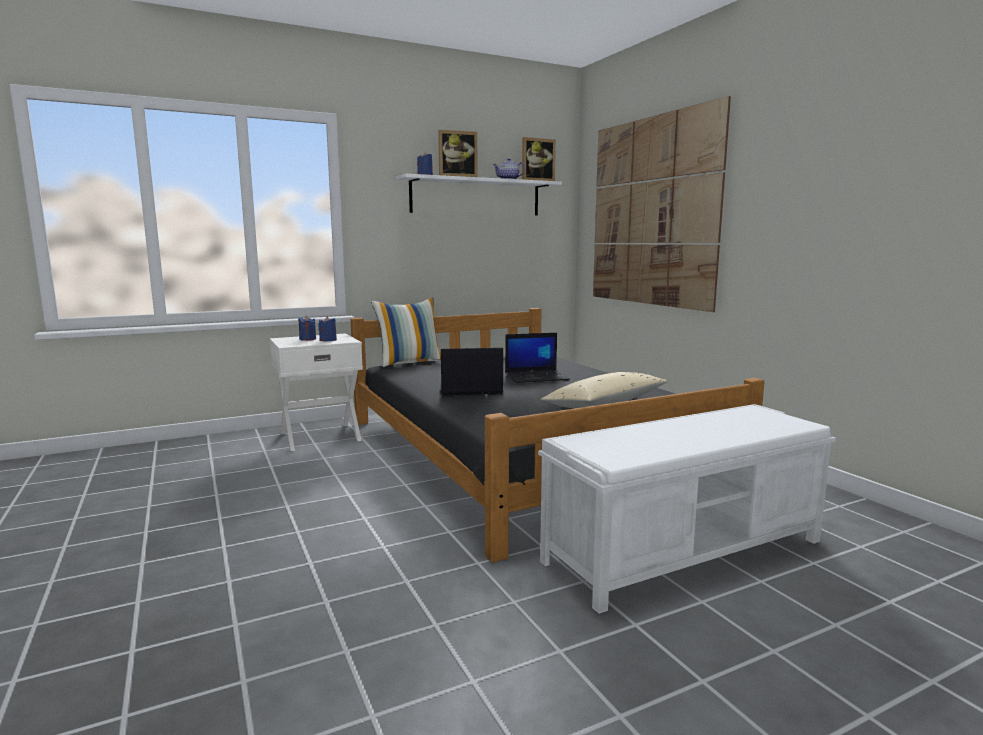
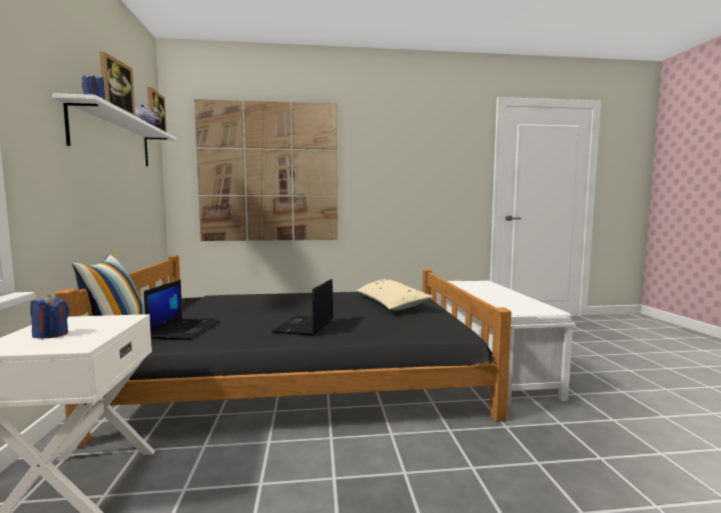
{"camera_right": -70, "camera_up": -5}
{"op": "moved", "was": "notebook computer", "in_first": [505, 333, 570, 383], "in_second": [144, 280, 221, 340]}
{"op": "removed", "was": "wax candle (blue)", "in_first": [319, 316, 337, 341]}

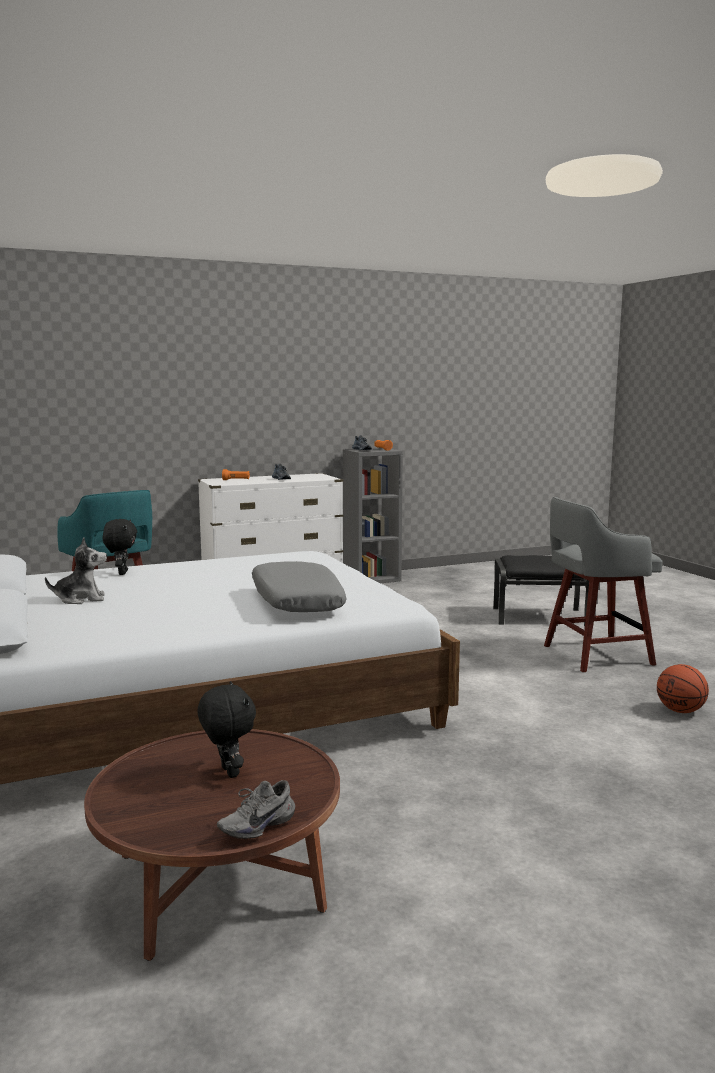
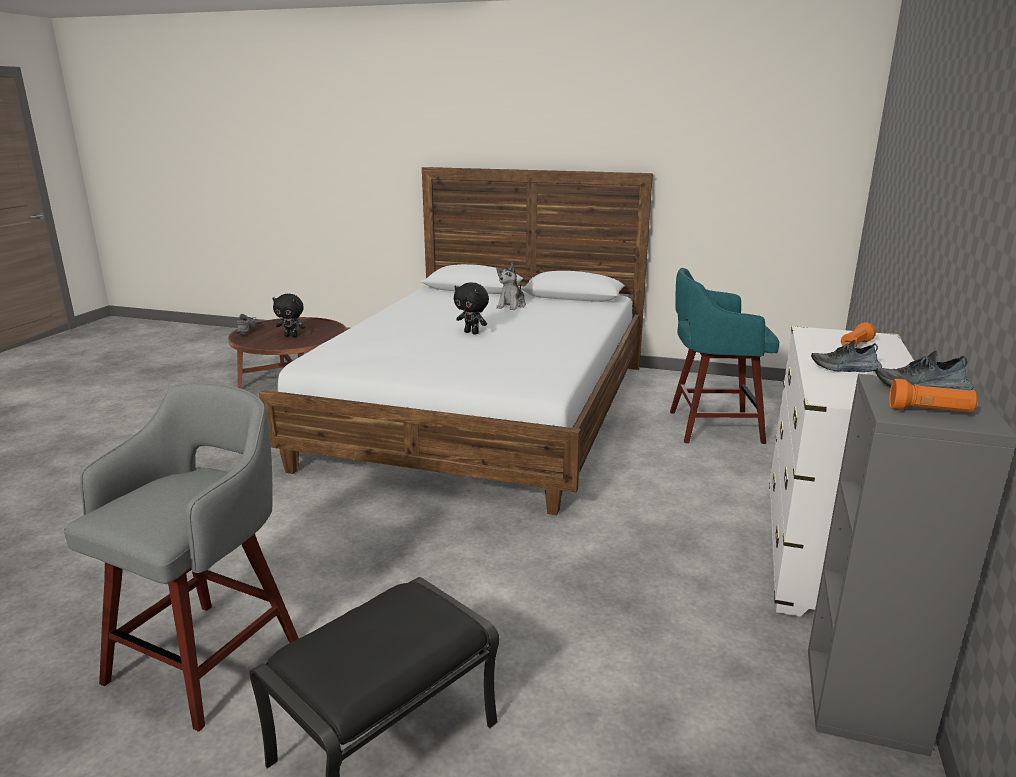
{"camera_right": 130, "camera_up": 10}
{"op": "moved", "was": "cuddly toy (black)", "in_first": [103, 519, 137, 575], "in_second": [454, 282, 489, 335]}
{"op": "removed", "was": "pillow (grey)", "in_first": [252, 561, 346, 612]}
{"op": "removed", "was": "ball for basketball", "in_first": [657, 664, 709, 713]}

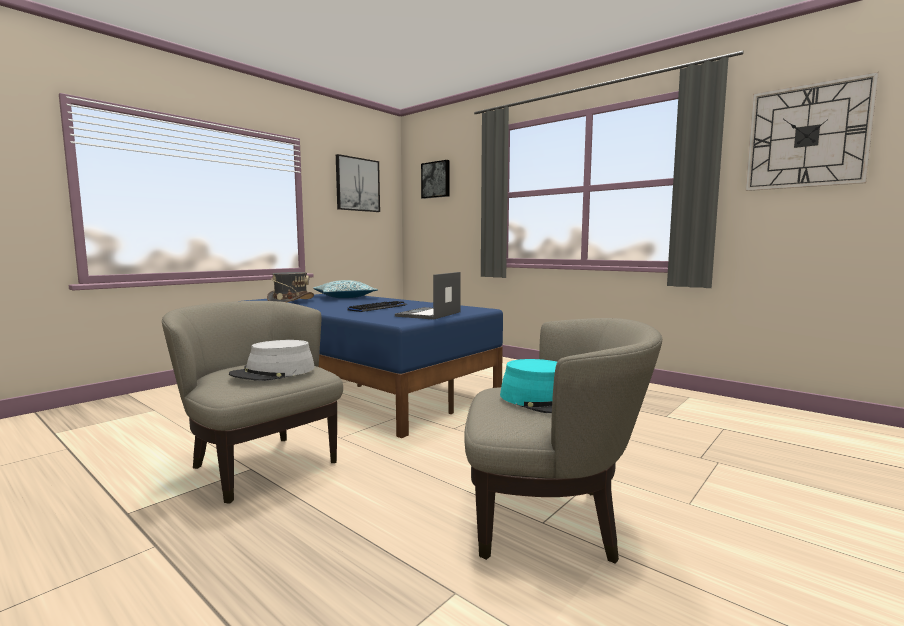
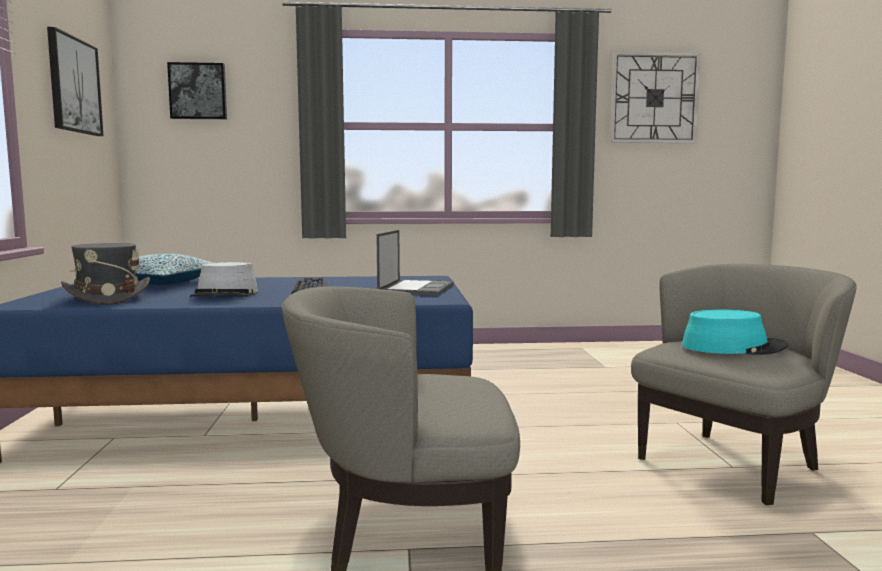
{"camera_right": -45, "camera_up": 0}
{"op": "moved", "was": "hat (grey)", "in_first": [229, 340, 315, 381], "in_second": [190, 262, 258, 297]}
{"op": "turned", "was": "notebook computer", "in_first": [395, 272, 461, 319], "in_second": [376, 230, 454, 296], "clockwise": -150}

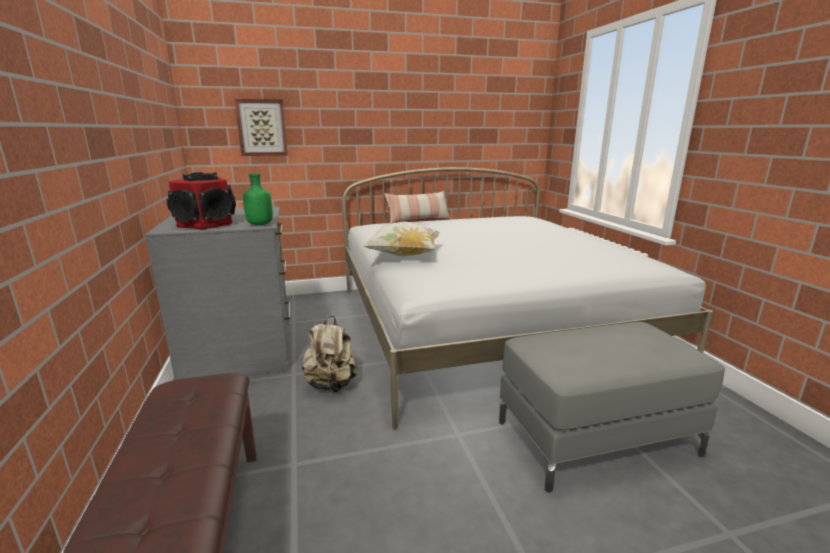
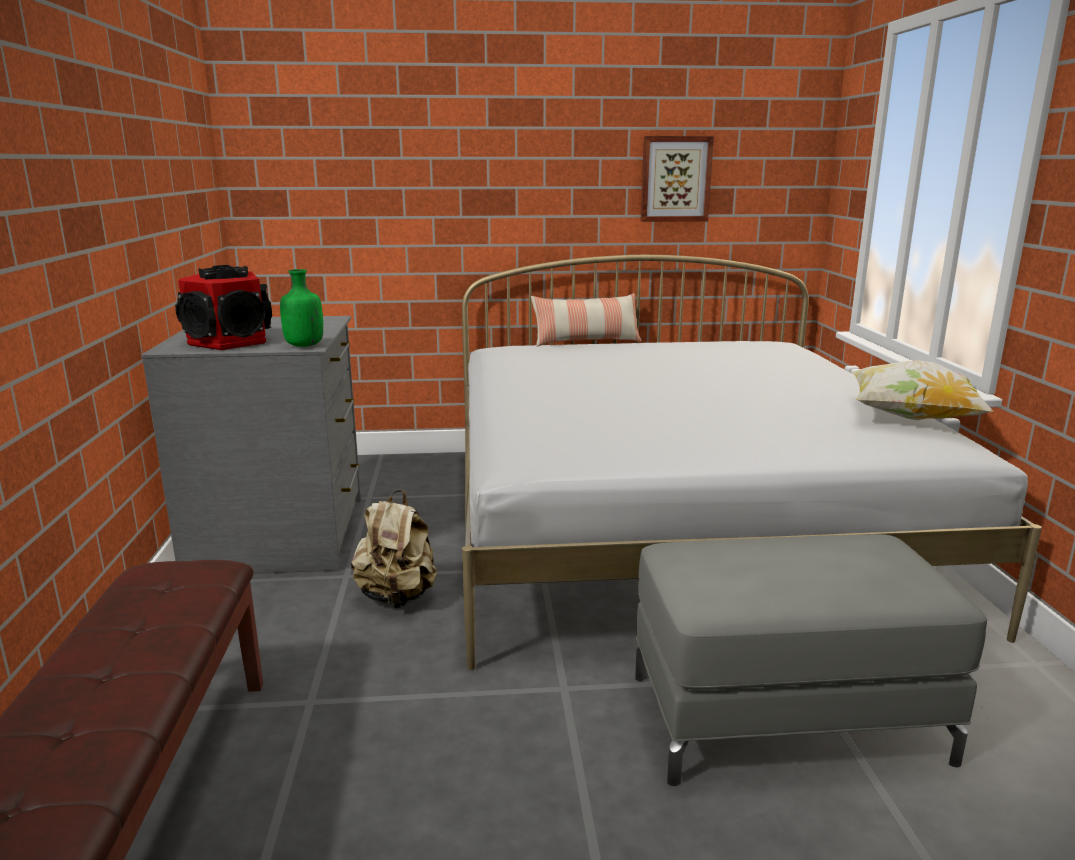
{"camera_right": 10, "camera_up": 0}
{"op": "moved", "was": "picture", "in_first": [235, 99, 288, 156], "in_second": [641, 136, 714, 222]}
{"op": "moved", "was": "pillow", "in_first": [362, 221, 441, 257], "in_second": [852, 360, 994, 420]}

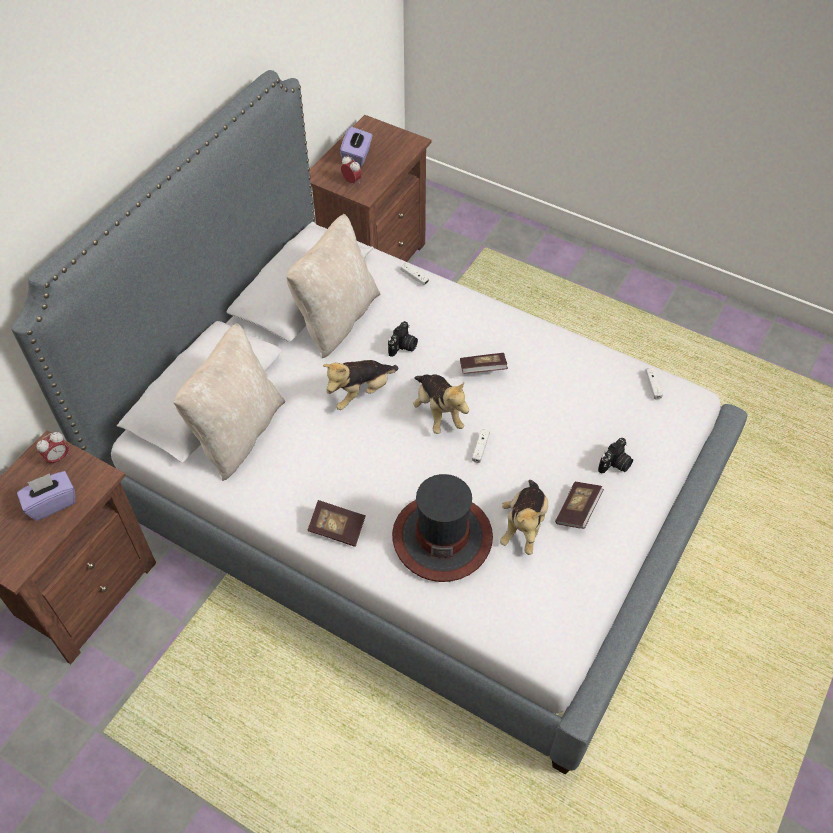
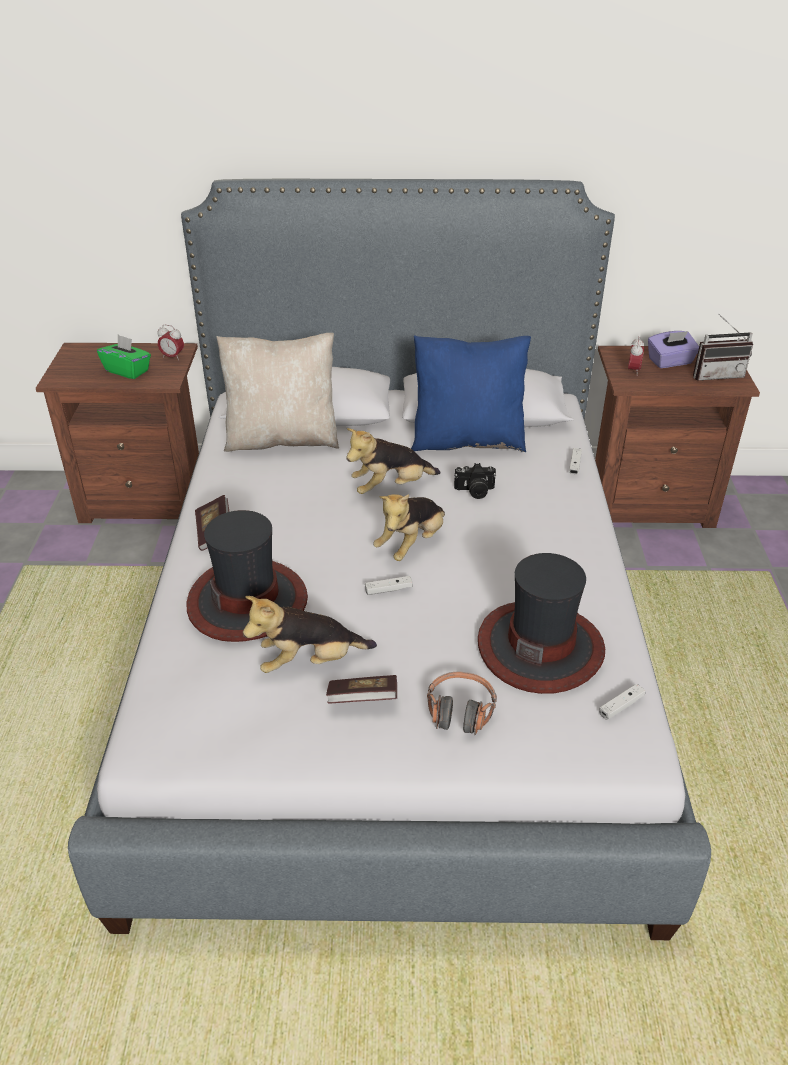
{"camera_right": 60, "camera_up": -15}
{"op": "recoloured", "was": "box of tissues (purplish)", "now": "box of tissues (green-coloured)", "in_first": [17, 471, 75, 521], "in_second": [97, 335, 151, 379]}
{"op": "turned", "was": "cuddly toy", "in_first": [323, 360, 398, 410], "in_second": [346, 428, 440, 494], "clockwise": -45}
{"op": "recoloured", "was": "pillow (beige)", "now": "pillow (blue)", "in_first": [287, 214, 380, 358], "in_second": [411, 335, 531, 452]}
{"op": "replaced", "was": "still camera", "now": "pair of headphones", "in_first": [598, 438, 633, 474], "in_second": [427, 672, 497, 735]}
{"op": "added", "now": "hat", "in_second": [478, 553, 605, 694]}
{"op": "added", "now": "radio set", "in_second": [693, 313, 753, 381]}
{"op": "removed", "was": "volume", "in_first": [460, 353, 508, 374]}

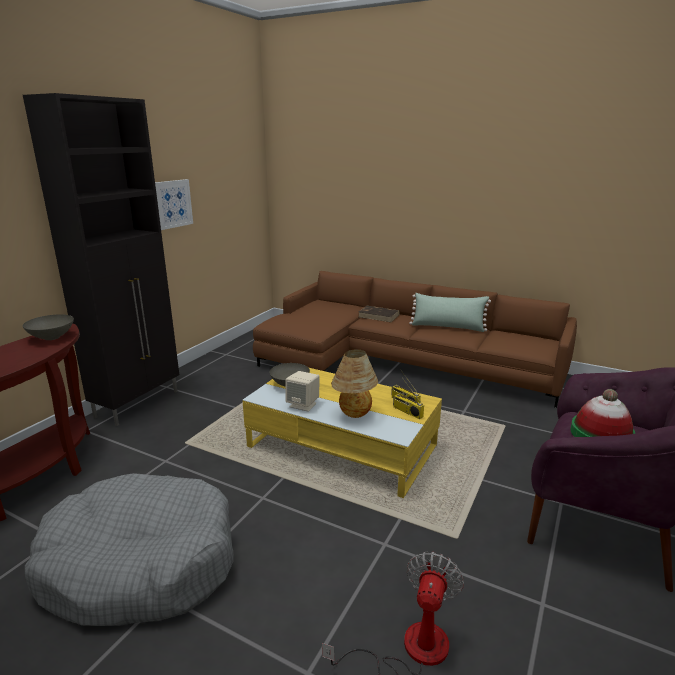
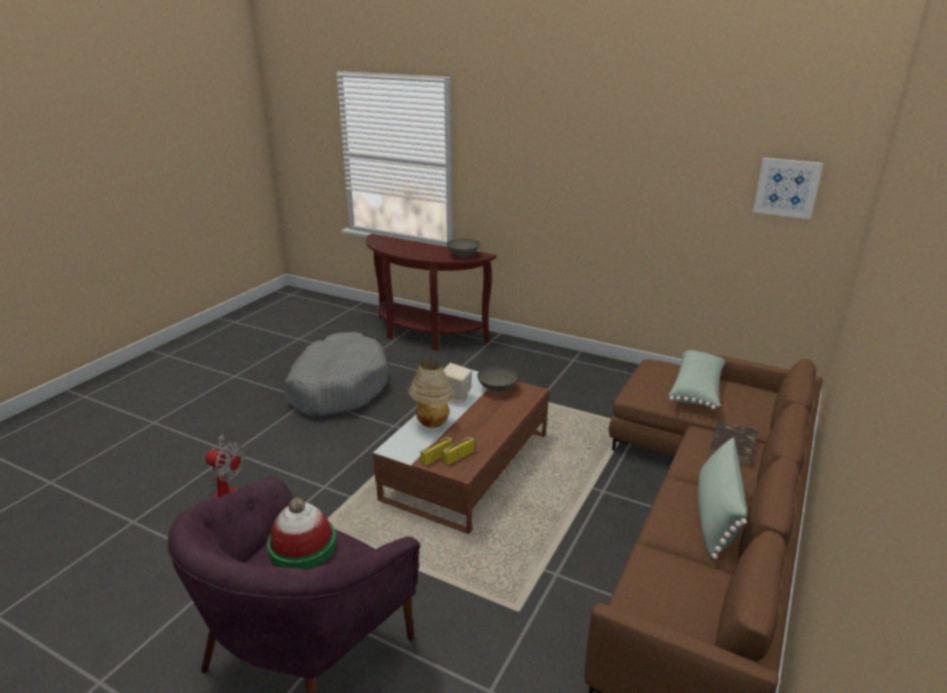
{"camera_right": 90, "camera_up": 5}
{"op": "recoloured", "was": "coffee table (yellowish)", "now": "coffee table (brown-coloured)", "in_first": [242, 368, 442, 498], "in_second": [373, 370, 549, 534]}
{"op": "added", "now": "pillow (green-coloured)", "in_second": [669, 350, 725, 410]}
{"op": "moved", "was": "picture", "in_first": [155, 179, 193, 230], "in_second": [753, 158, 823, 219]}
{"op": "removed", "was": "storage cabinet (black)", "in_first": [23, 93, 179, 426]}

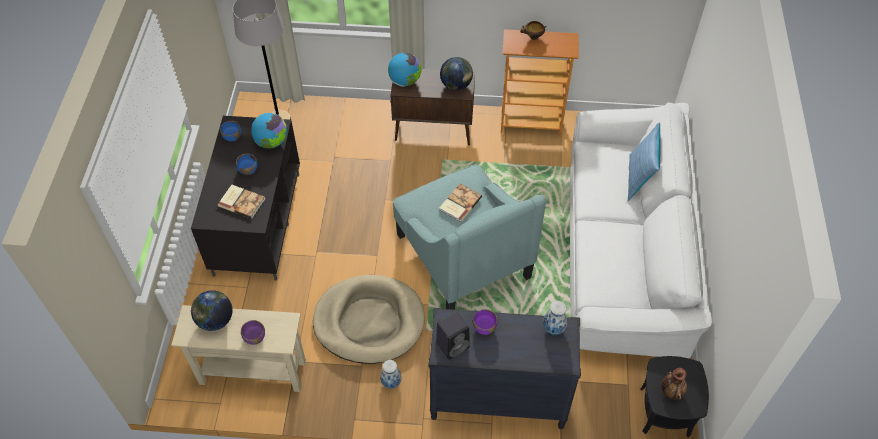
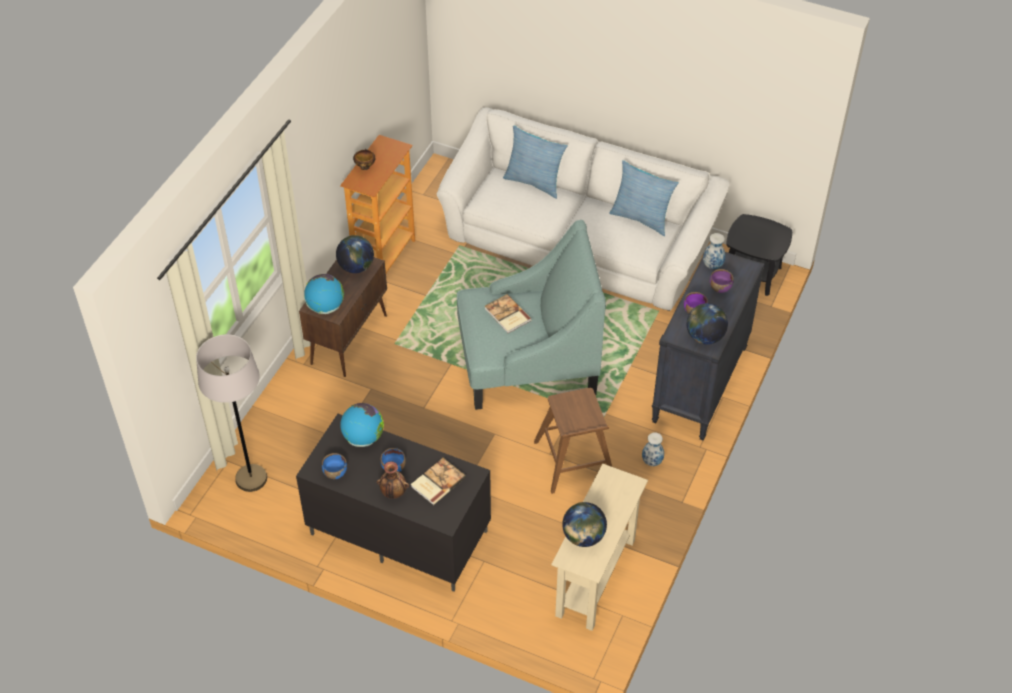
{"camera_right": -70, "camera_up": -5}
{"op": "moved", "was": "decorative vase", "in_first": [661, 368, 687, 400], "in_second": [377, 461, 409, 499]}
{"op": "replaced", "was": "dog cushion (beige)", "now": "sitting stool (brown-coloured)", "in_first": [313, 275, 425, 364], "in_second": [534, 388, 612, 494]}
{"op": "added", "now": "pillow", "in_second": [609, 160, 679, 236]}
{"op": "replaced", "was": "loudspeaker (black)", "now": "desk globe", "in_first": [436, 312, 470, 360], "in_second": [686, 303, 728, 345]}
{"op": "moved", "was": "deep dish (purplish)", "in_first": [241, 320, 265, 345], "in_second": [710, 269, 734, 293]}

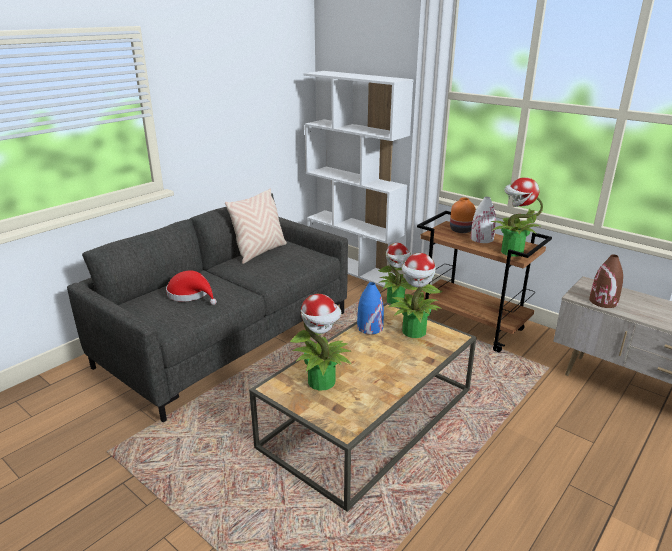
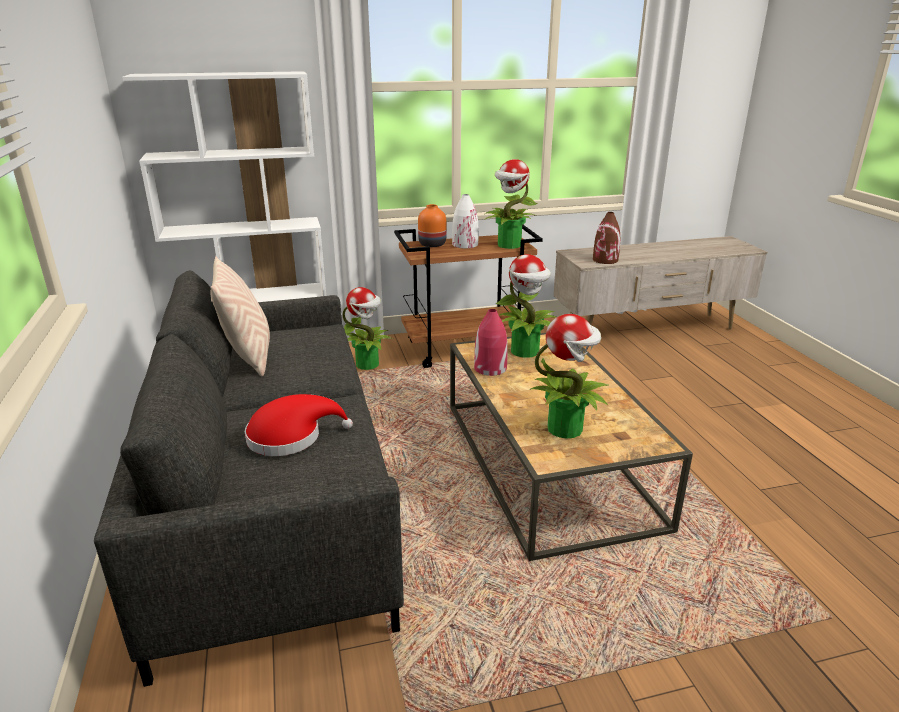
{"camera_right": -55, "camera_up": 0}
{"op": "recoloured", "was": "decorative vase (blue)", "now": "decorative vase (red)", "in_first": [357, 282, 384, 334], "in_second": [474, 309, 508, 376]}

